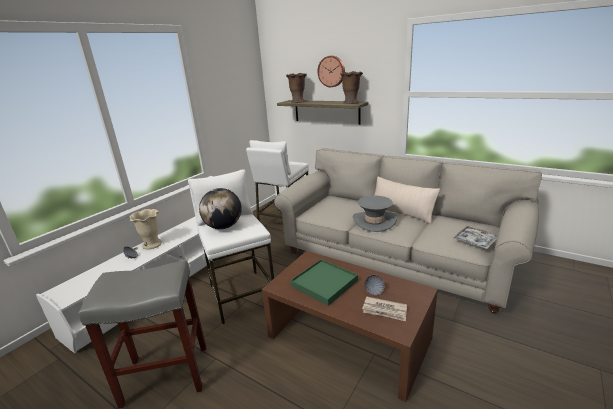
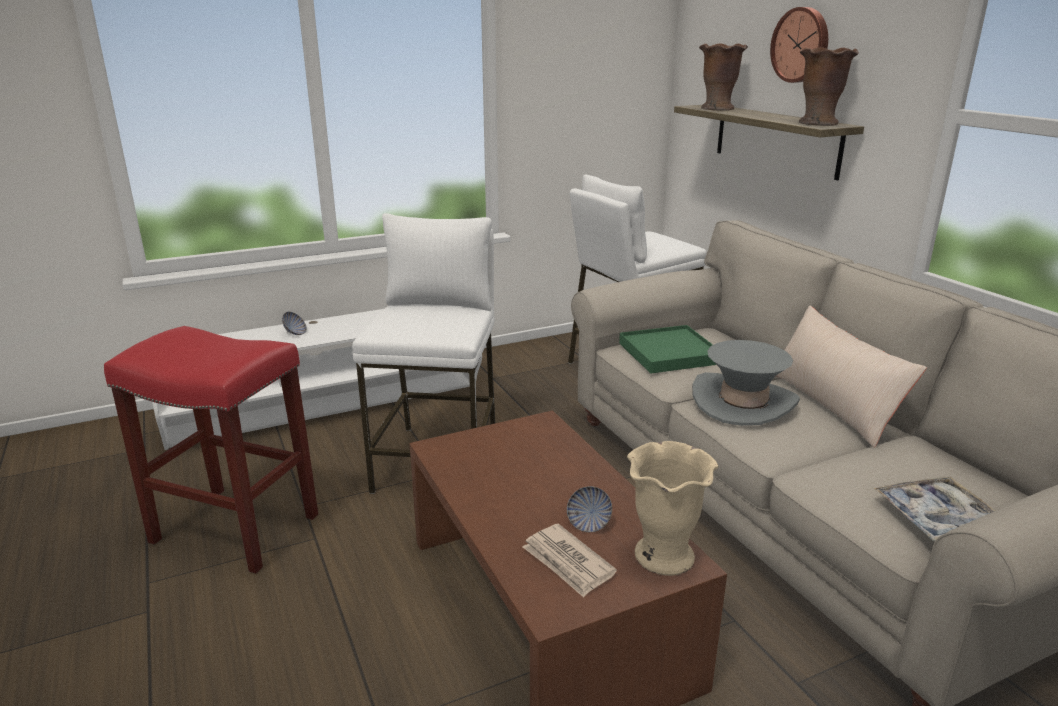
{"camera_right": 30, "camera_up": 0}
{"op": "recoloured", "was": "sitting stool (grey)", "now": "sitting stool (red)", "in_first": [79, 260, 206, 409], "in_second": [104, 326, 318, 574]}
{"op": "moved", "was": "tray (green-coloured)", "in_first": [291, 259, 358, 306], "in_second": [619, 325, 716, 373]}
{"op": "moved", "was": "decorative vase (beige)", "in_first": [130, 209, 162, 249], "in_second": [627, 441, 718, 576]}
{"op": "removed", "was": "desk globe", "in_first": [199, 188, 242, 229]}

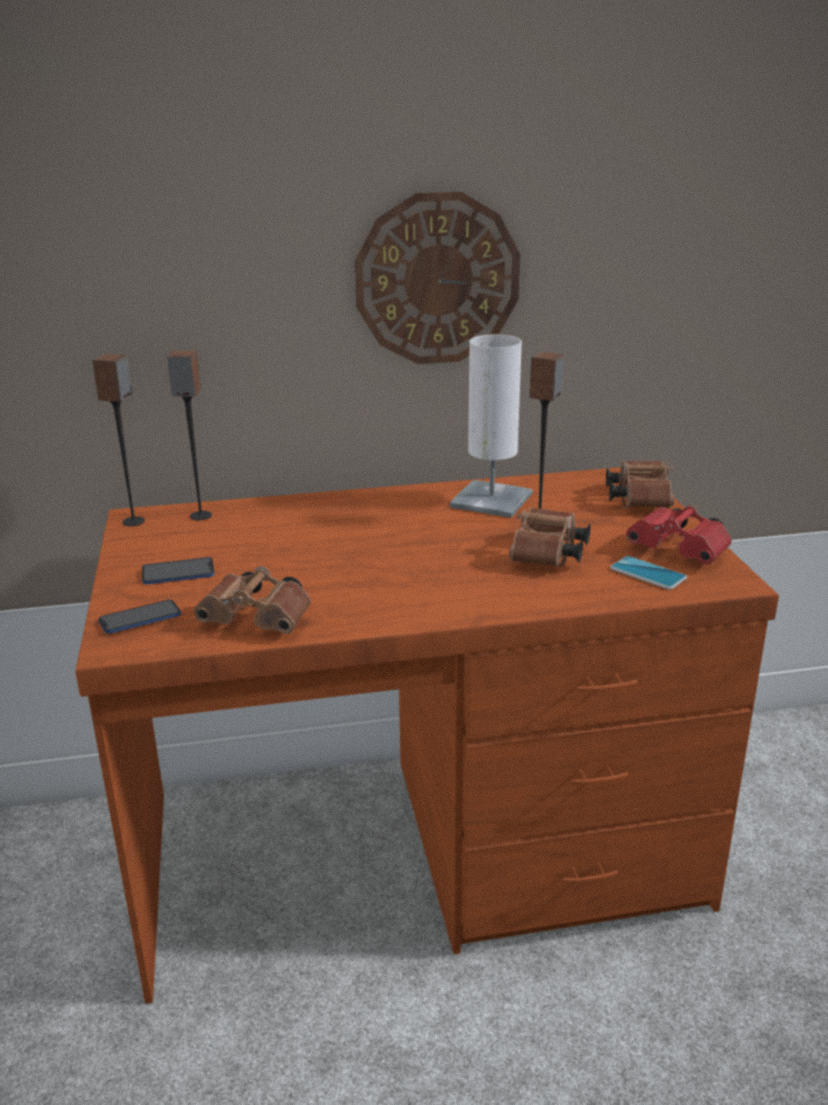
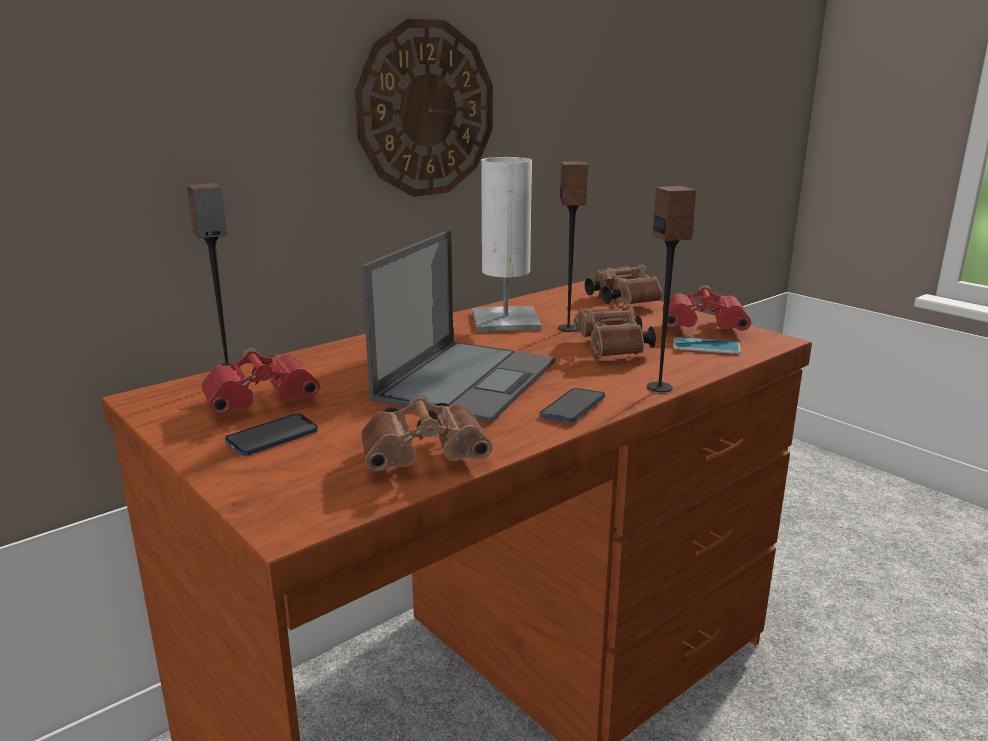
{"camera_right": -30, "camera_up": -5}
{"op": "added", "now": "field glasses (red)", "in_second": [201, 348, 320, 414]}
{"op": "added", "now": "notebook computer", "in_second": [362, 230, 555, 423]}
{"op": "moved", "was": "telephone", "in_first": [98, 600, 181, 634], "in_second": [540, 388, 605, 422]}
{"op": "moved", "was": "loudspeaker", "in_first": [92, 354, 145, 526], "in_second": [647, 186, 697, 392]}

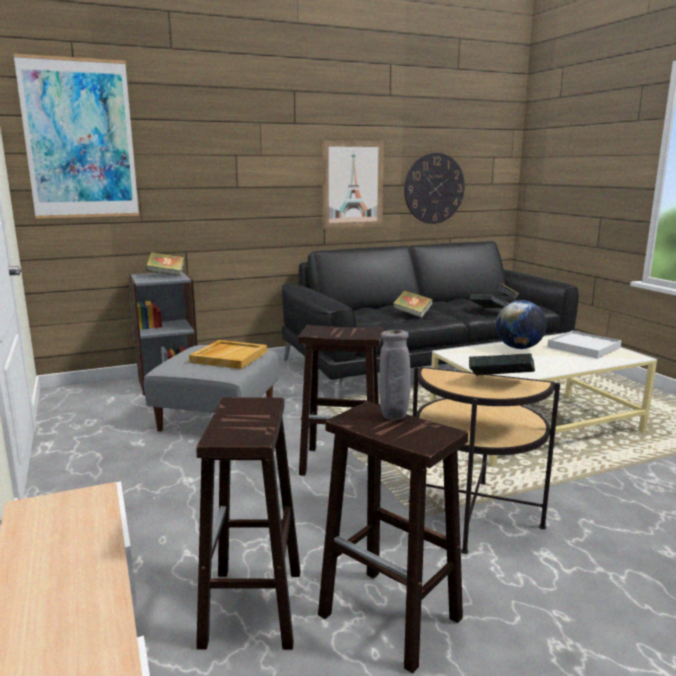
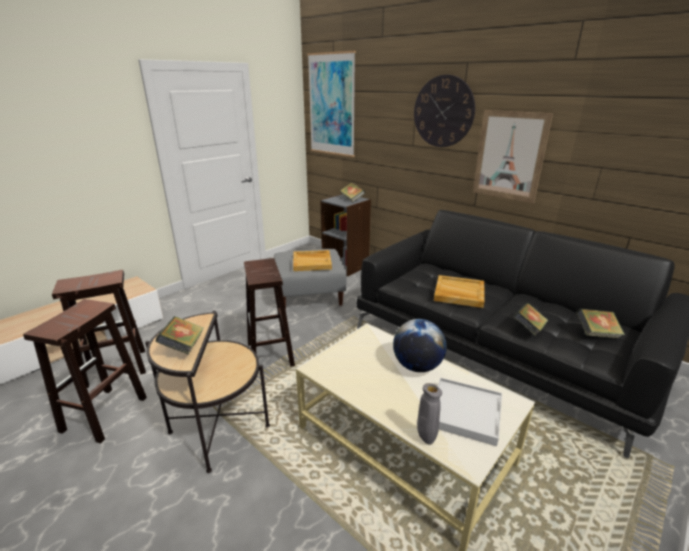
{"camera_right": 65, "camera_up": 10}
{"op": "moved", "was": "clock on the wall", "in_first": [404, 153, 465, 224], "in_second": [414, 75, 475, 147]}
{"op": "moved", "was": "decorative vase (grey)", "in_first": [379, 330, 411, 420], "in_second": [417, 383, 442, 444]}
{"op": "replaced", "was": "volume", "now": "tray (beige)", "in_first": [393, 290, 433, 318], "in_second": [434, 275, 485, 308]}

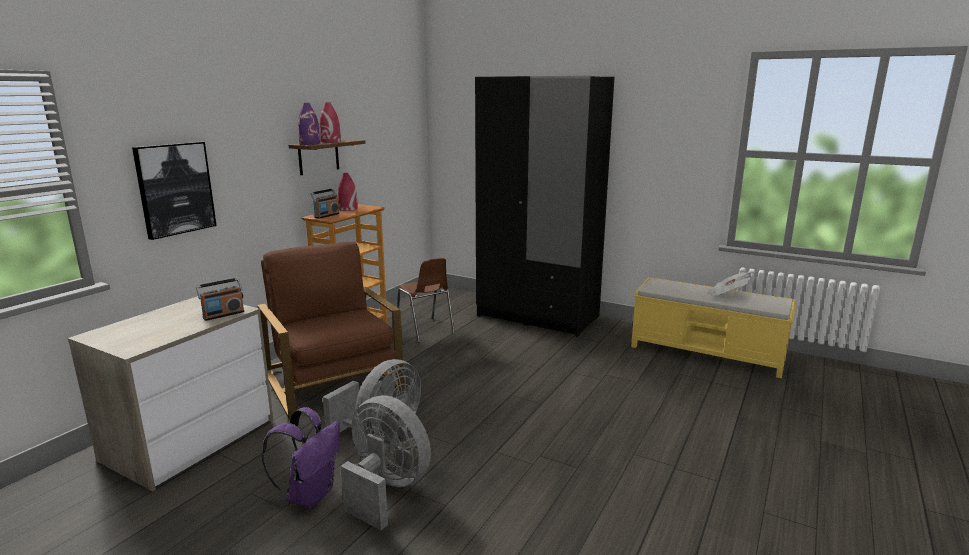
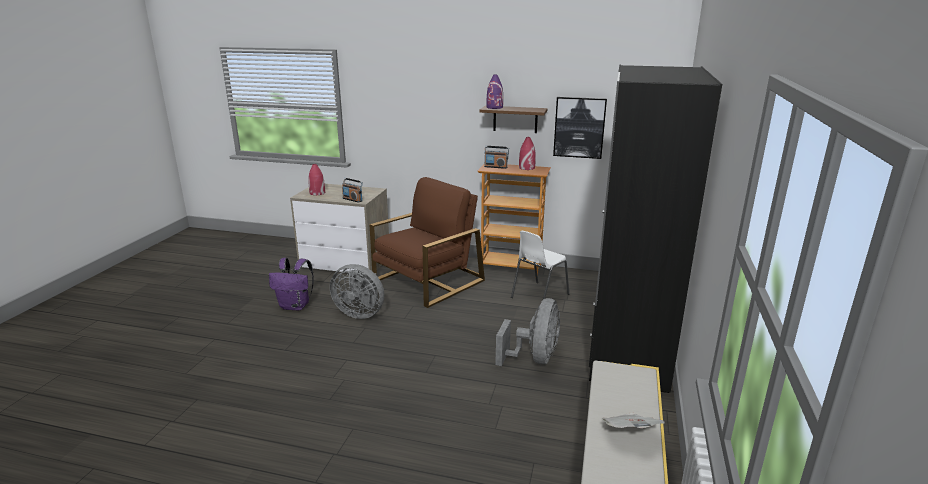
{"camera_right": 75, "camera_up": 5}
{"op": "moved", "was": "decorative vase (red)", "in_first": [319, 102, 341, 143], "in_second": [308, 164, 325, 195]}
{"op": "moved", "was": "cooling fan (grey)", "in_first": [340, 395, 431, 530], "in_second": [495, 298, 560, 366]}
{"op": "recoloured", "was": "plain chair (brown-coloured)", "now": "plain chair (white-coloured)", "in_first": [397, 258, 455, 343], "in_second": [511, 231, 569, 299]}
{"op": "moved", "was": "picture", "in_first": [132, 142, 217, 240], "in_second": [553, 97, 607, 159]}

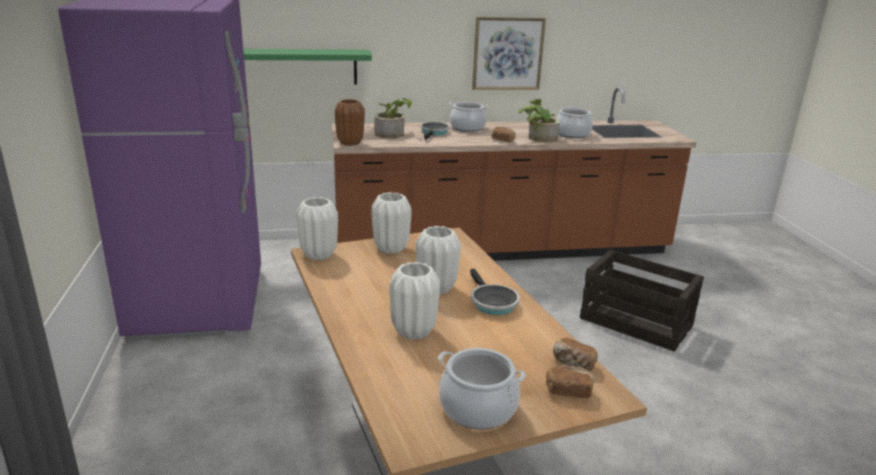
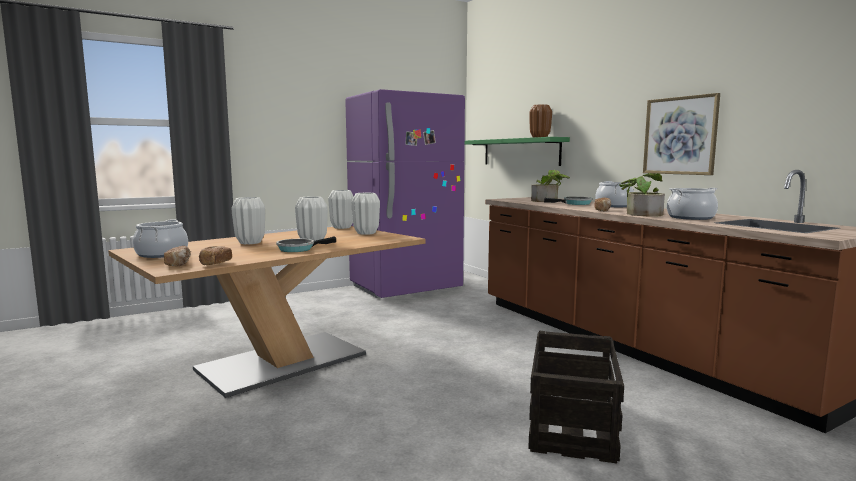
{"camera_right": 70, "camera_up": -15}
{"op": "moved", "was": "decorative vase (brown-coloured)", "in_first": [335, 99, 365, 146], "in_second": [529, 104, 552, 137]}

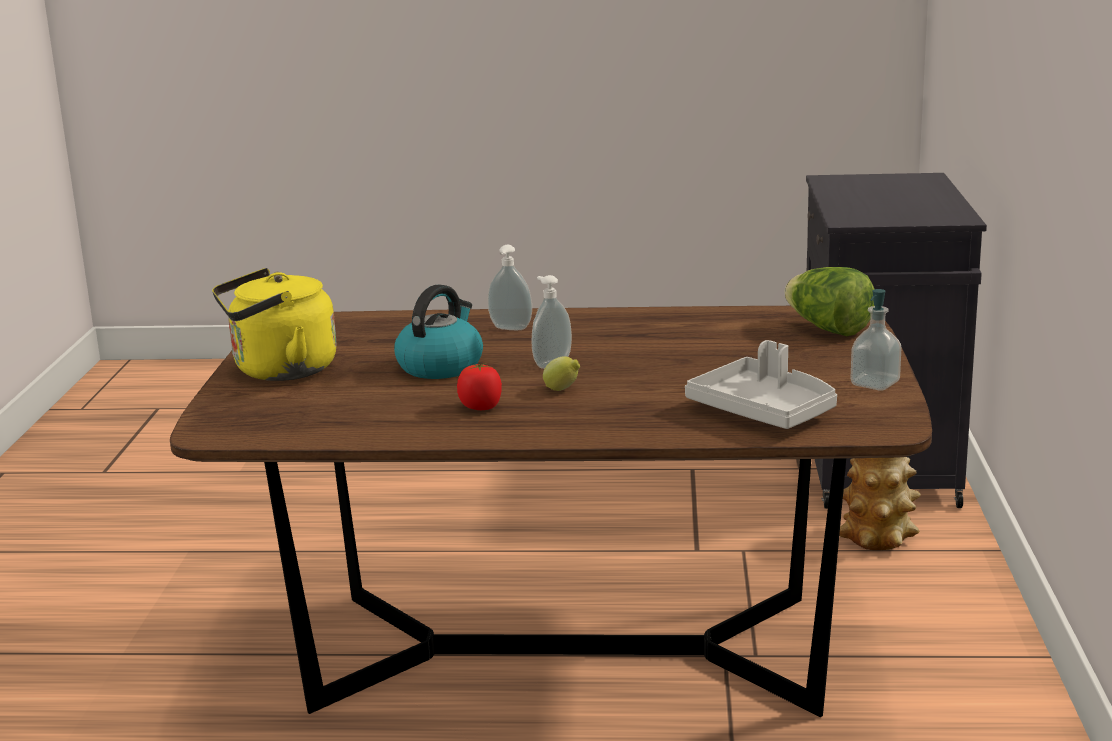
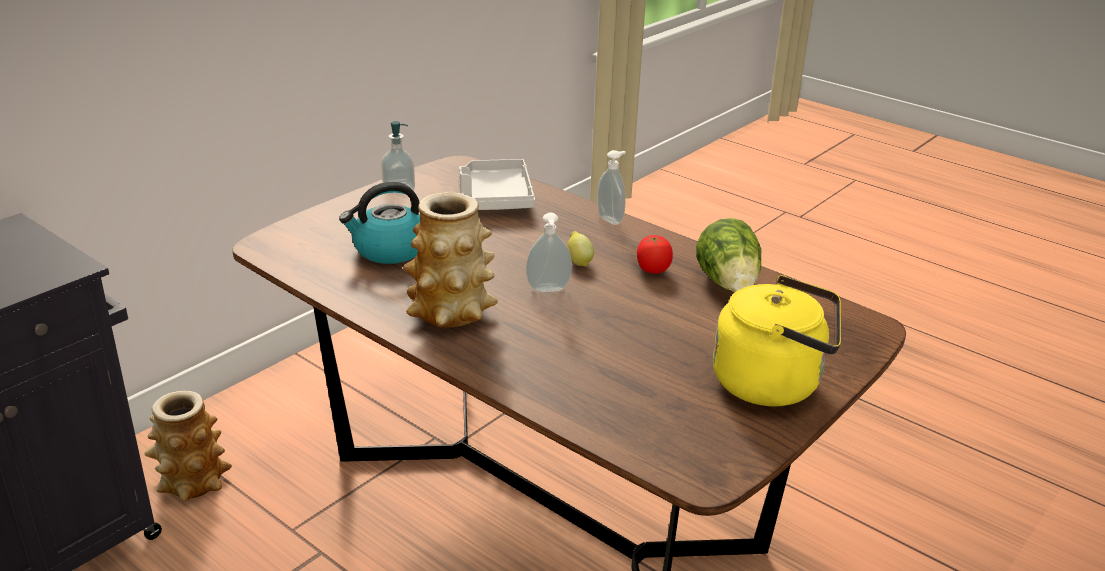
{"camera_right": -145, "camera_up": 10}
{"op": "moved", "was": "tea kettle", "in_first": [394, 285, 483, 379], "in_second": [339, 182, 420, 264]}
{"op": "added", "now": "decorative vase", "in_second": [403, 192, 498, 328]}
{"op": "moved", "was": "soap bottle", "in_first": [488, 245, 532, 330], "in_second": [597, 150, 626, 225]}
{"op": "moved", "was": "head of lettuce", "in_first": [785, 267, 874, 336], "in_second": [696, 218, 762, 292]}

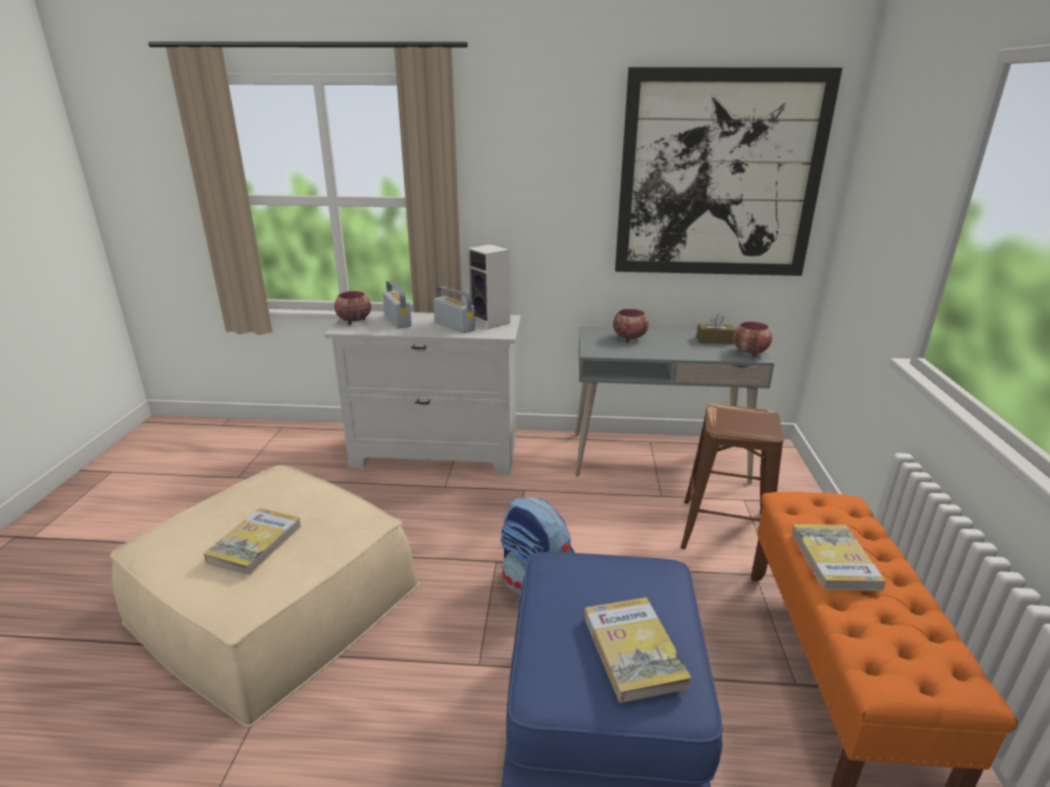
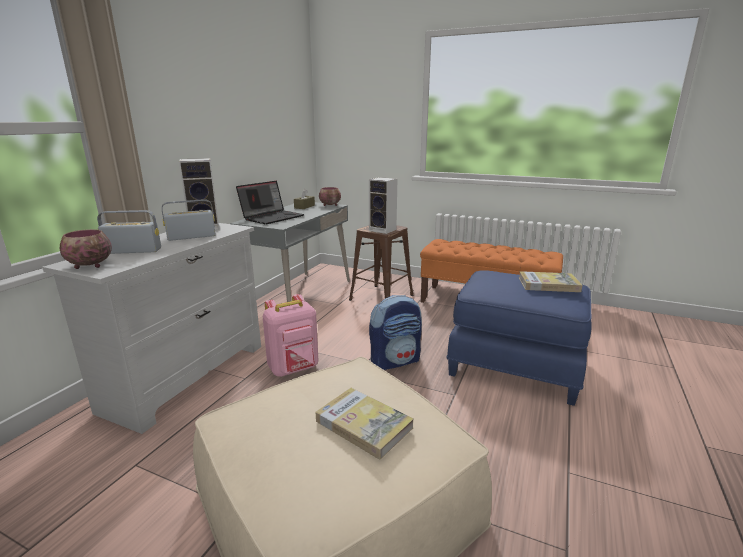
{"camera_right": -70, "camera_up": -5}
{"op": "replaced", "was": "deep dish", "now": "notebook computer", "in_first": [613, 309, 649, 342], "in_second": [236, 181, 304, 224]}
{"op": "added", "now": "rucksack (pinkish)", "in_second": [262, 294, 318, 377]}
{"op": "added", "now": "loudspeaker", "in_second": [369, 177, 397, 234]}
{"op": "removed", "was": "picture", "in_first": [615, 67, 842, 276]}
{"op": "removed", "was": "volume", "in_first": [791, 524, 886, 591]}

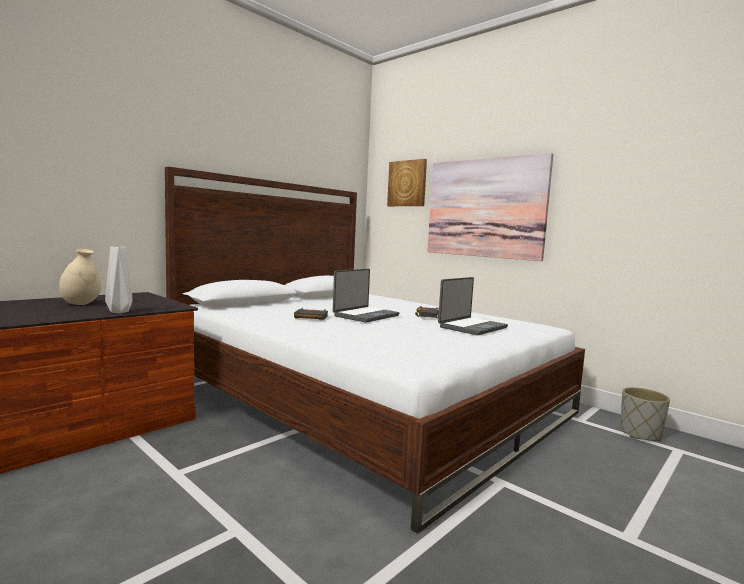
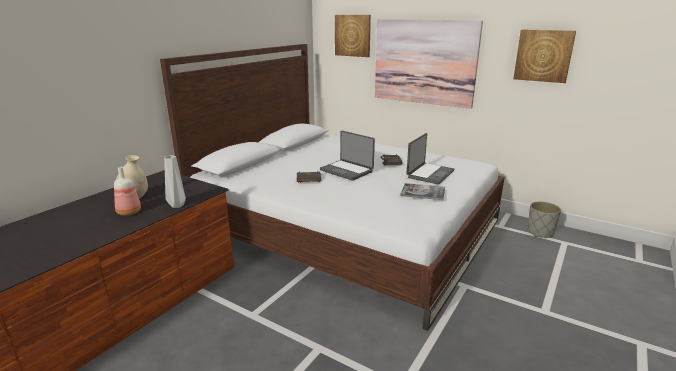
{"camera_right": -10, "camera_up": 15}
{"op": "added", "now": "drink bottle", "in_second": [114, 167, 141, 216]}
{"op": "turned", "was": "notebook computer", "in_first": [333, 269, 400, 323], "in_second": [320, 131, 375, 181], "clockwise": 105}
{"op": "added", "now": "volume", "in_second": [401, 183, 445, 200]}
{"op": "added", "now": "picture", "in_second": [513, 30, 576, 83]}

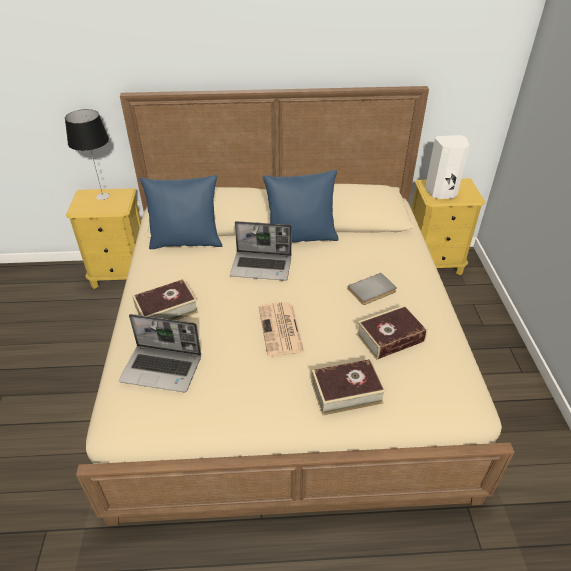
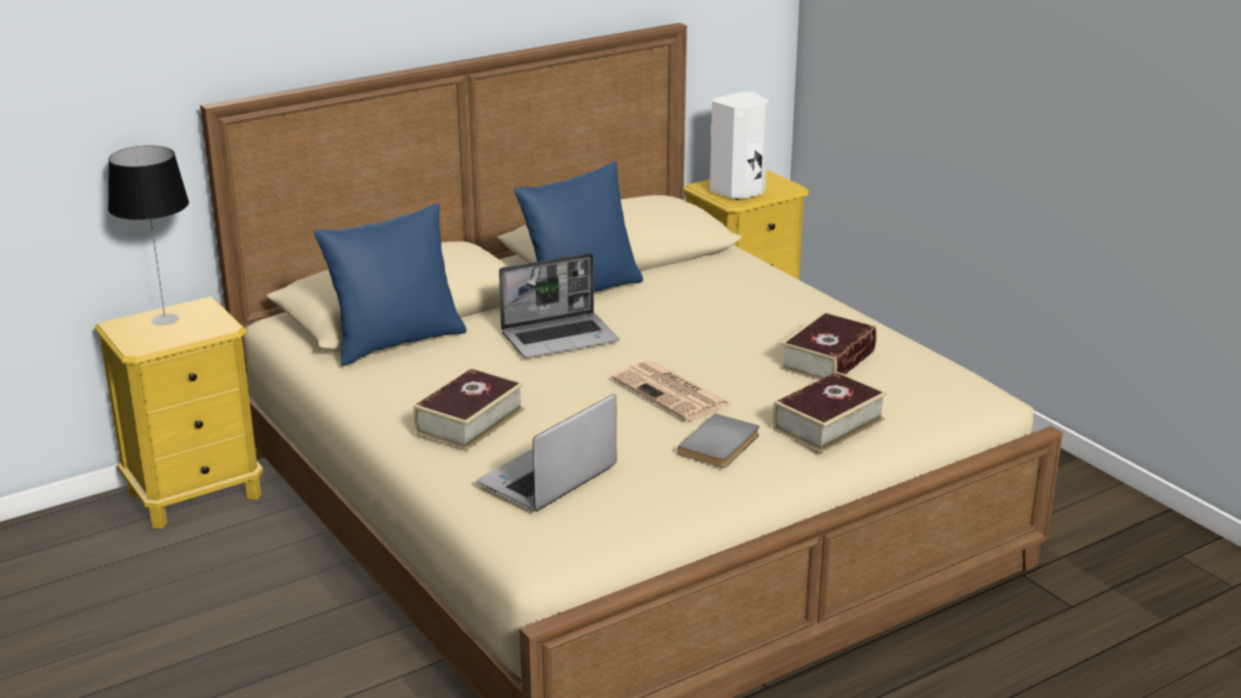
{"camera_right": -30, "camera_up": -15}
{"op": "turned", "was": "notebook computer", "in_first": [119, 314, 201, 392], "in_second": [477, 394, 617, 511], "clockwise": 150}
{"op": "moved", "was": "volume (grey)", "in_first": [347, 273, 397, 305], "in_second": [677, 414, 759, 468]}

